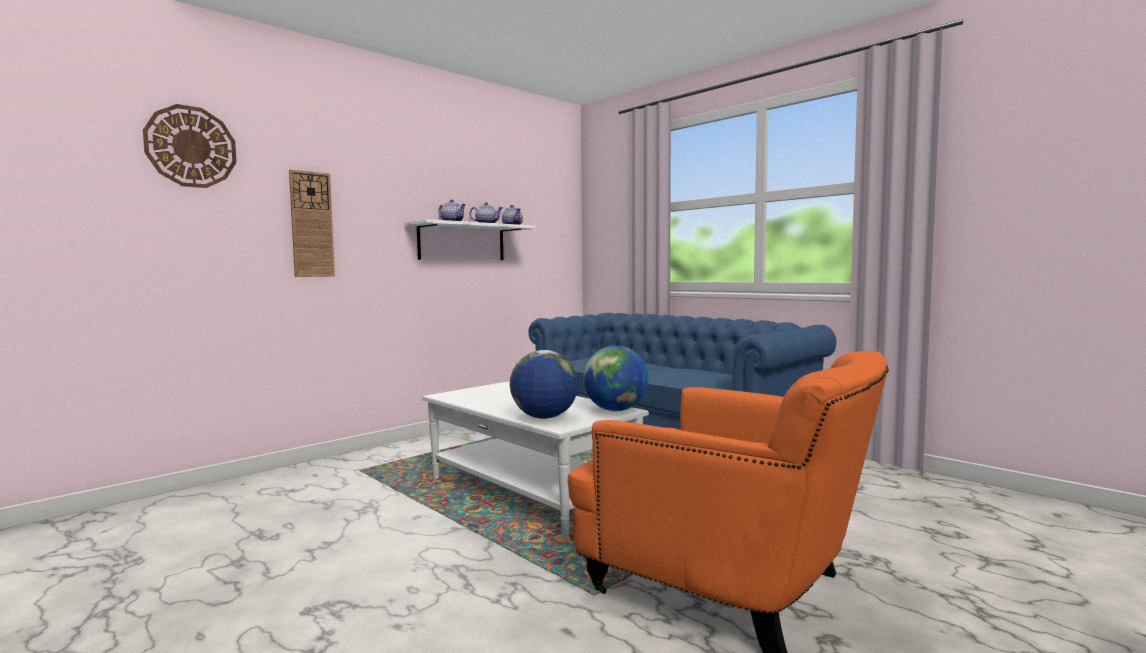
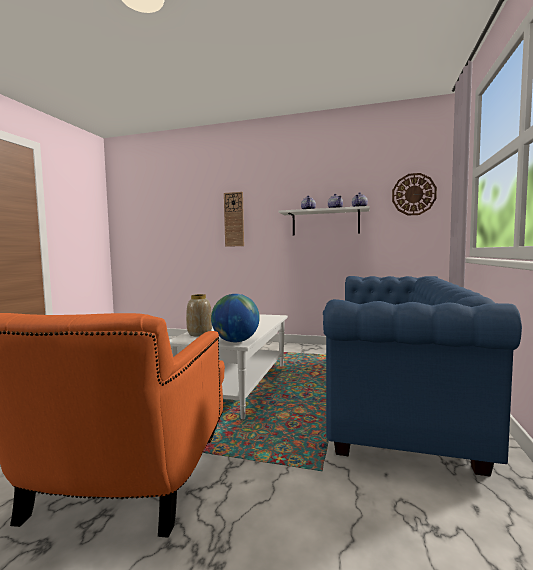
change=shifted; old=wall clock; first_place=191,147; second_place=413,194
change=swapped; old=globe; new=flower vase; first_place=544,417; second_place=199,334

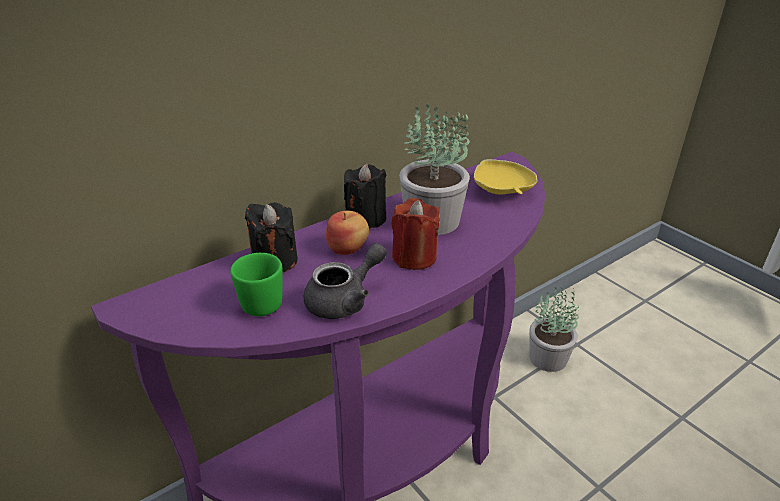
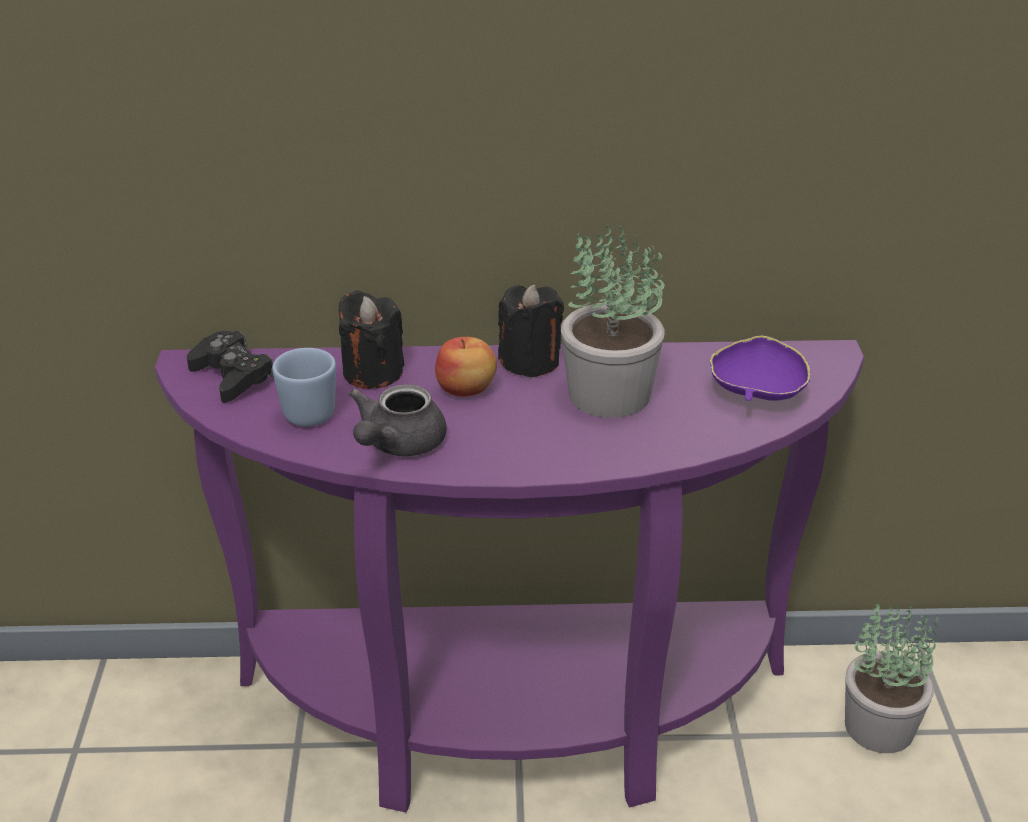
change=repainted; old=yellow-coloured deep dish; new=purple deep dish; first_place=502,191; second_place=757,391
change=gone; old=reddish wax candle; first_place=414,257
change=rotated; old=gray pot for tea; first_place=345,300; second_place=397,445; degrees=120
change=repainted; old=green tea mug; new=blue tea mug; first_place=258,301; second_place=310,409
change=new; new=black joypad; second_place=232,376

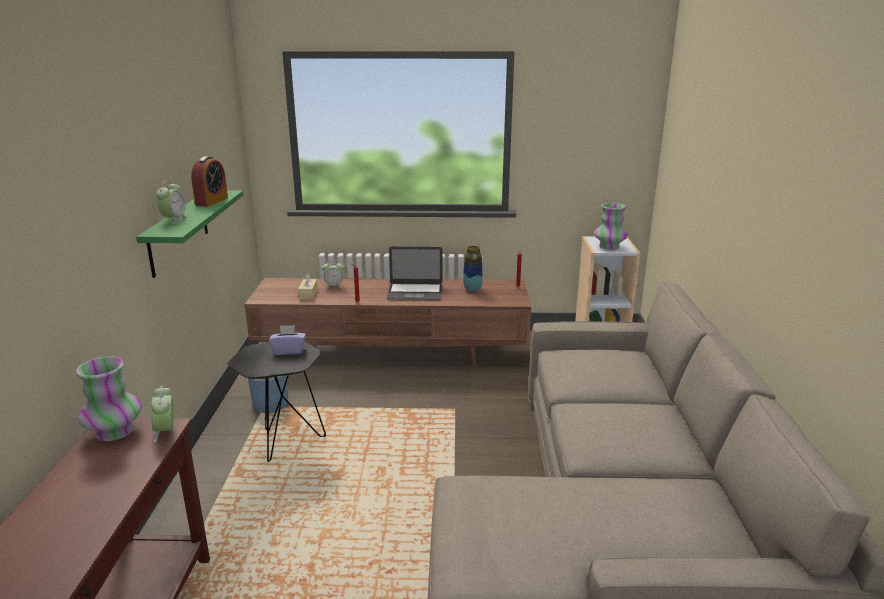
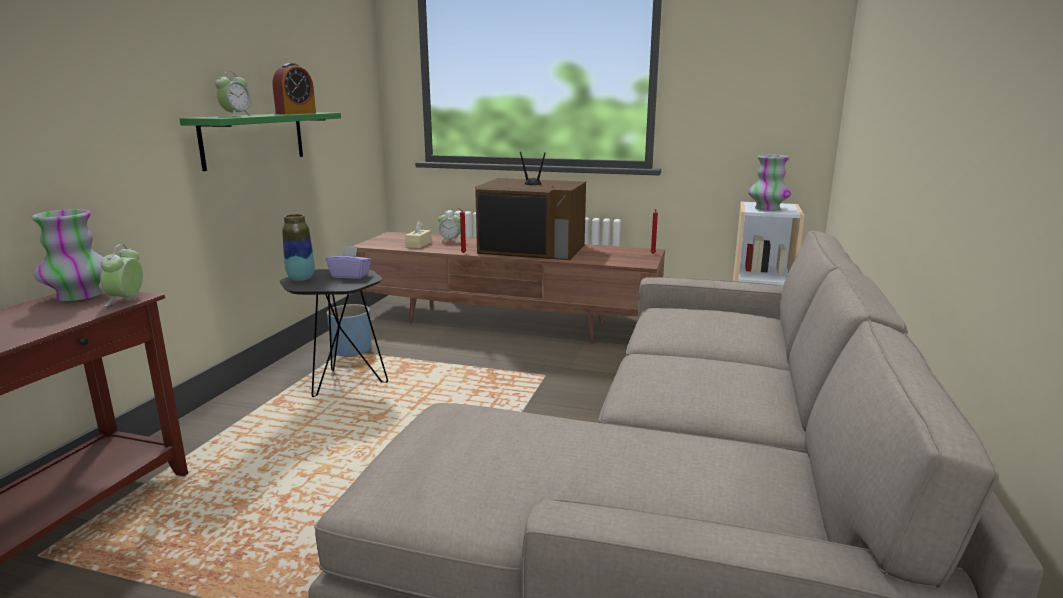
change=shifted; old=flower vase; first_place=472,289; second_place=301,278
change=swapped; old=notebook computer; new=TV set; first_place=415,292; second_place=532,250

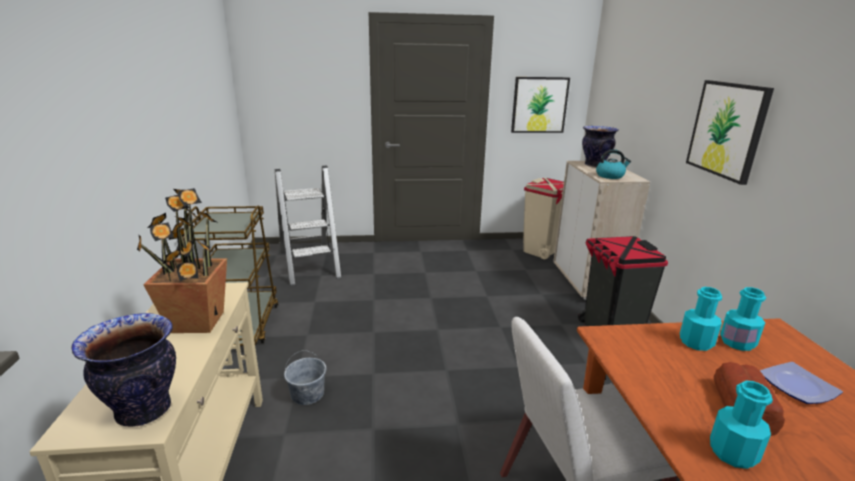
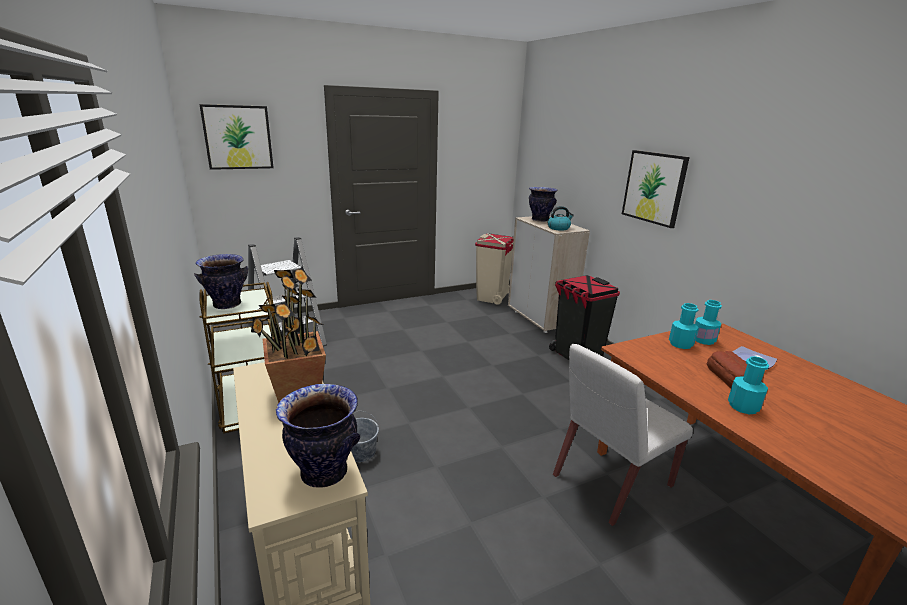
change=shifted; old=picture; first_place=539,105; second_place=238,137
change=new; new=flower vase; second_place=227,304

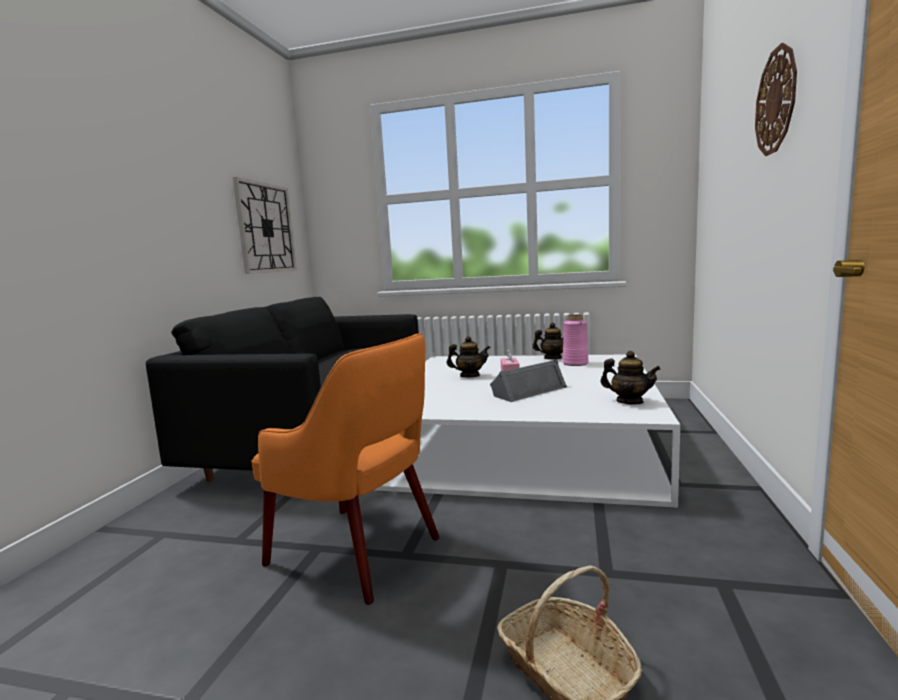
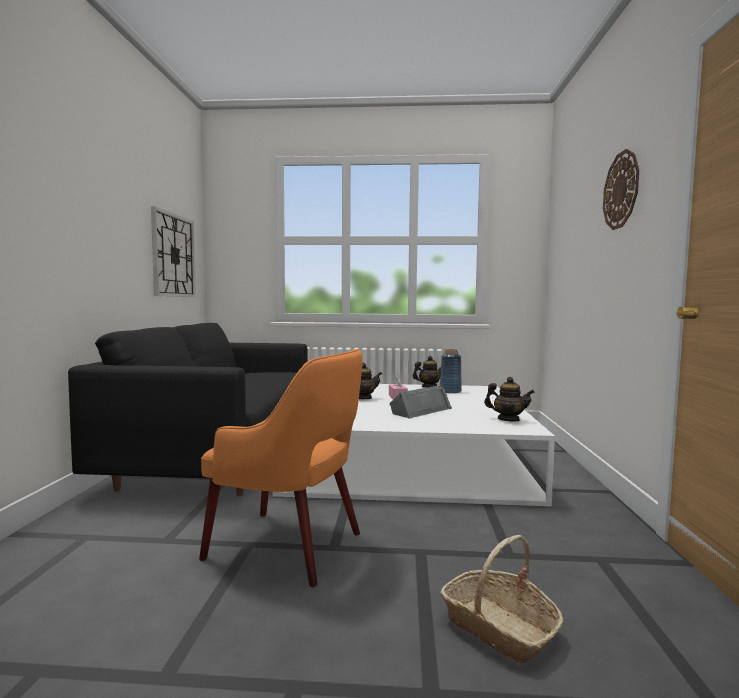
change=repainted; old=pink-coloured flower vase; new=blue flower vase; first_place=575,363; second_place=450,391

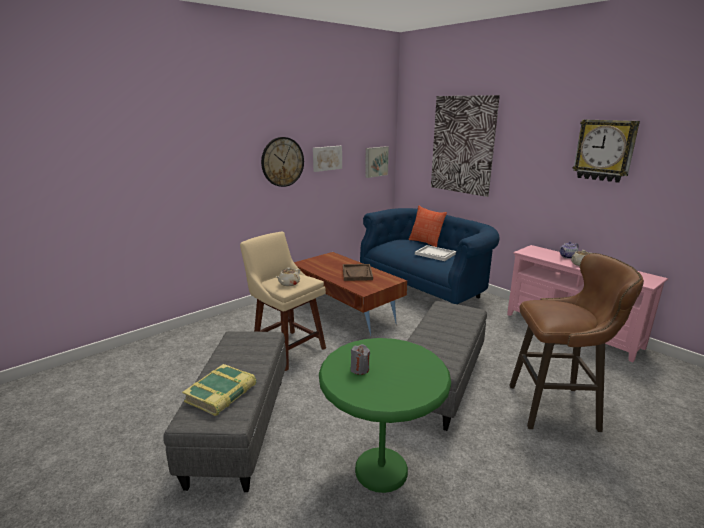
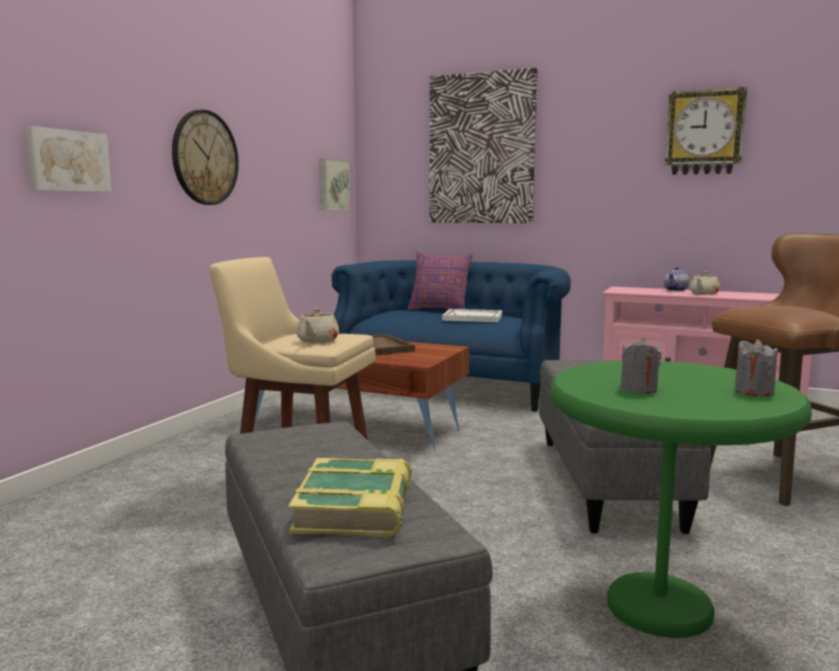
change=shifted; old=picture; first_place=326,158; second_place=67,161
change=repainted; old=orangey throw pillow; new=purple throw pillow; first_place=425,243; second_place=439,310
change=new; new=gray wax candle; second_place=753,392

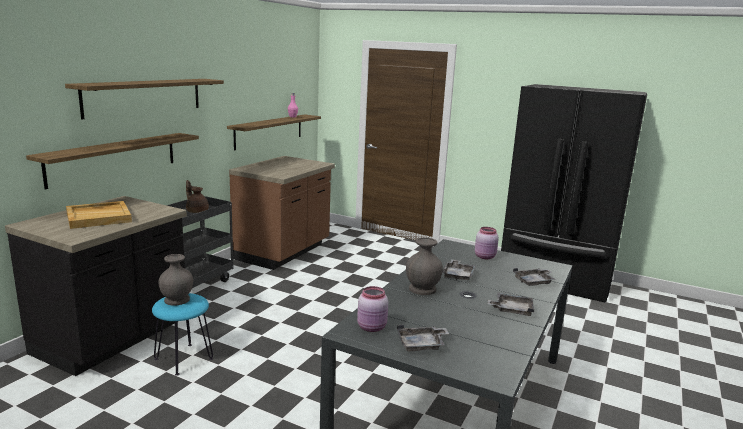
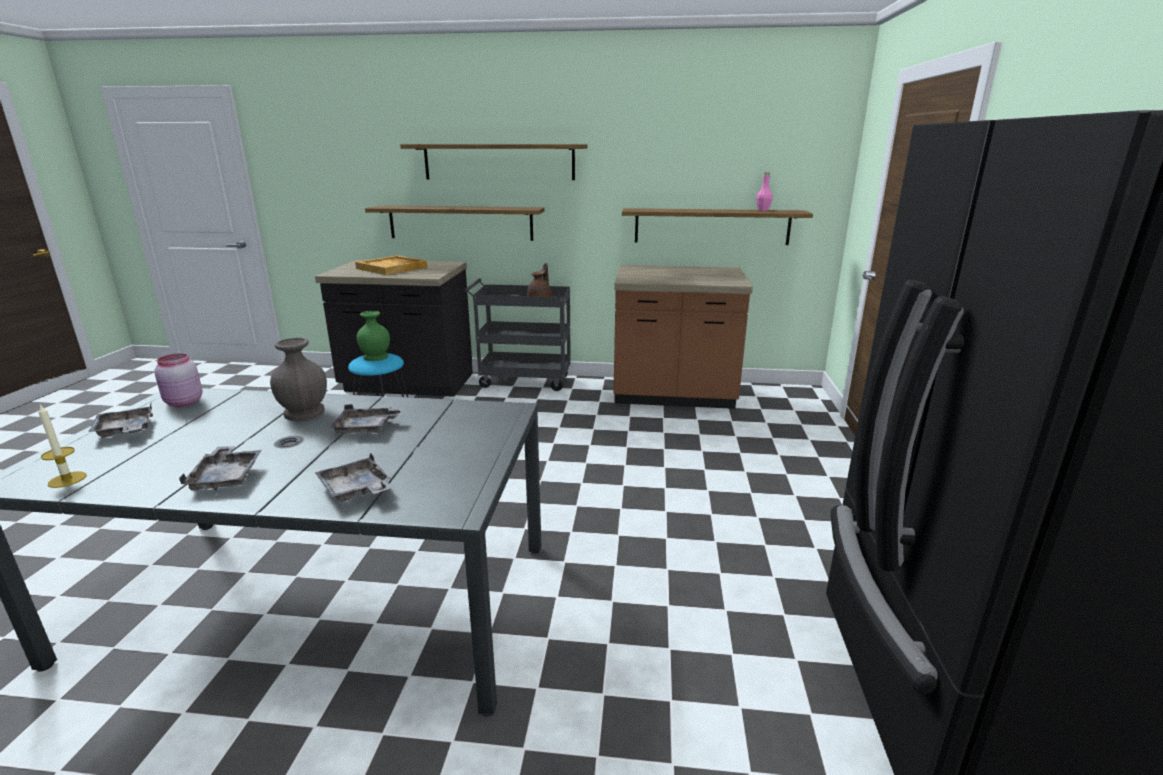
change=gone; old=pink-coloured storage jar; first_place=485,257
change=repainted; old=gray flower vase; new=green flower vase; first_place=176,300; second_place=375,356
change=new; new=wax candle; second_place=67,479

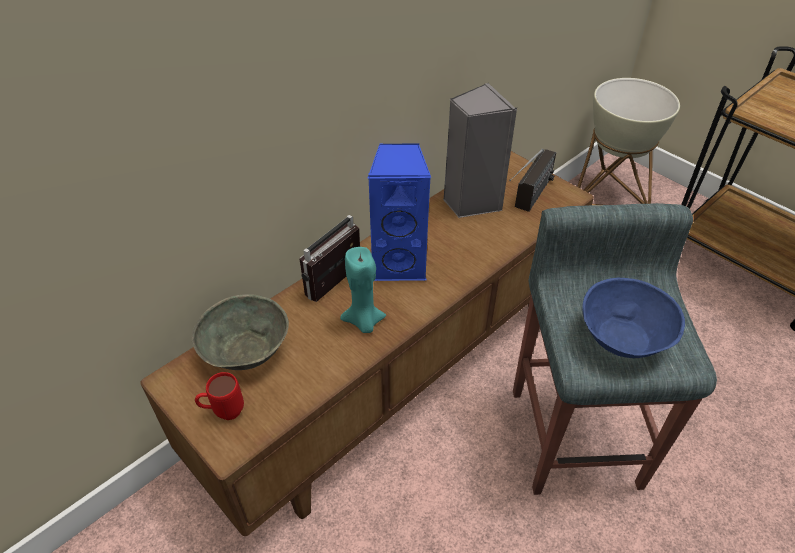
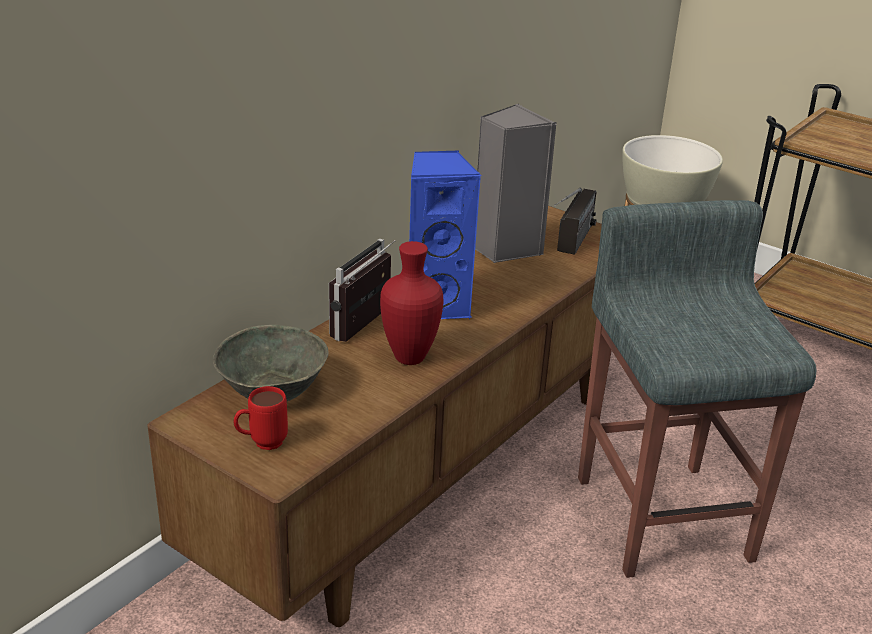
change=swapped; old=turquoise wax candle; new=reddish flower vase; first_place=364,322; second_place=408,357
change=gone; old=blue deep dish; first_place=624,339

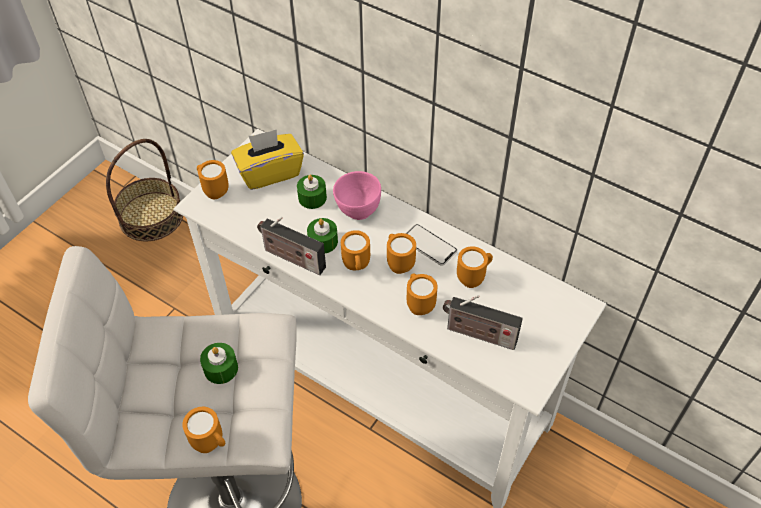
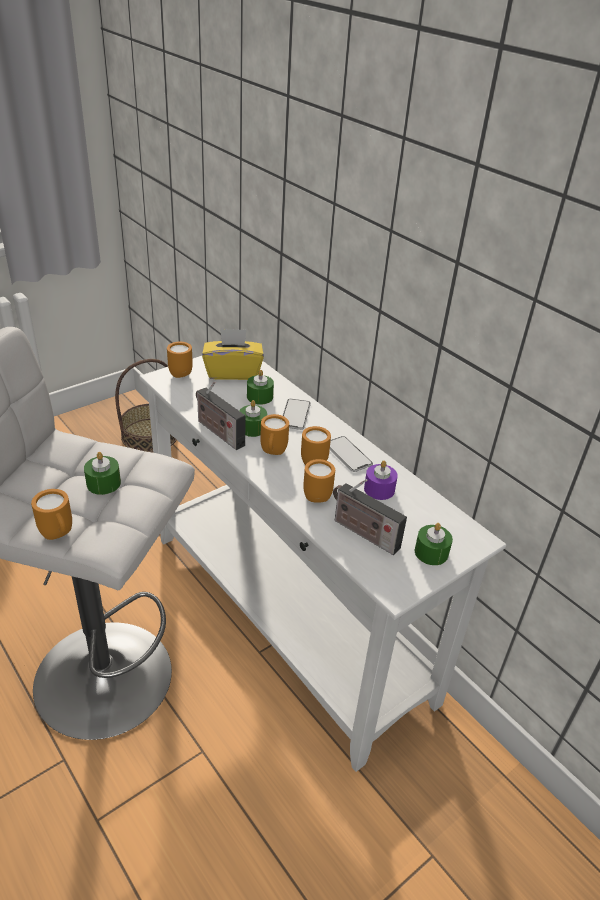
change=swapped; old=pink-coloured deep dish; new=phone; first_place=358,211; second_place=295,415
change=swapped; old=orangey tea mug; new=purple wax candle; first_place=473,278; second_place=379,489
change=new; new=green wax candle; second_place=431,552

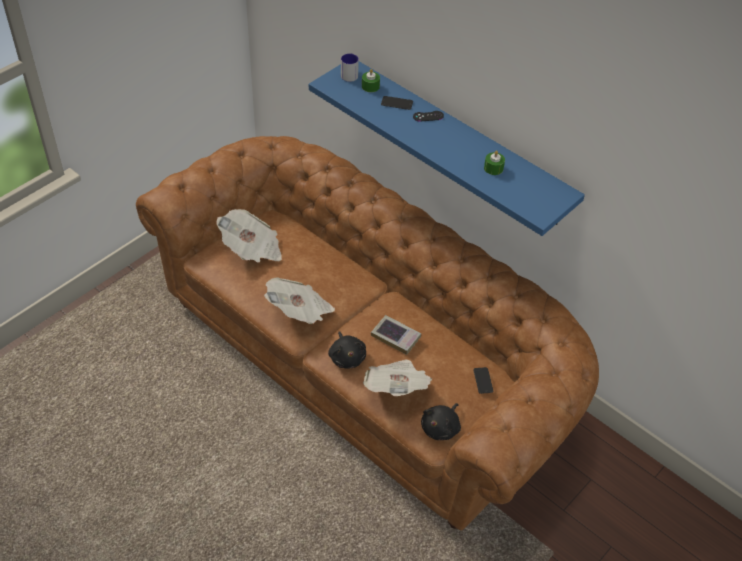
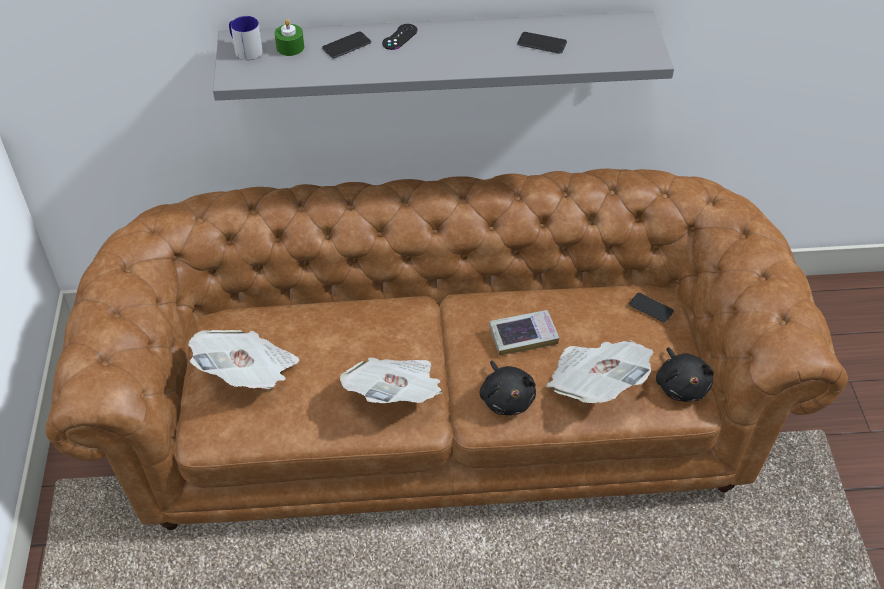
change=repainted; old=blue shelf; new=gray shelf; first_place=458,141; second_place=438,52
change=swapped; old=green wax candle; new=phone; first_place=493,168; second_place=542,43
change=rotated; old=black soft toy; first_place=347,357; second_place=506,398; degrees=45

